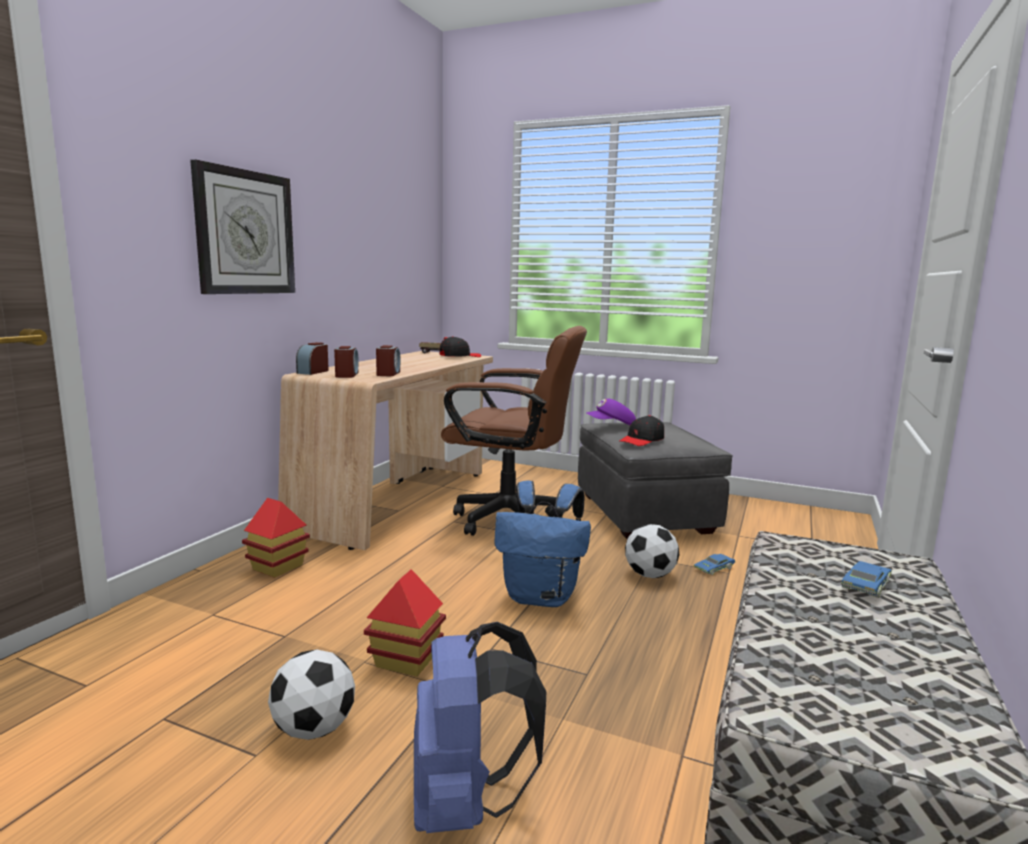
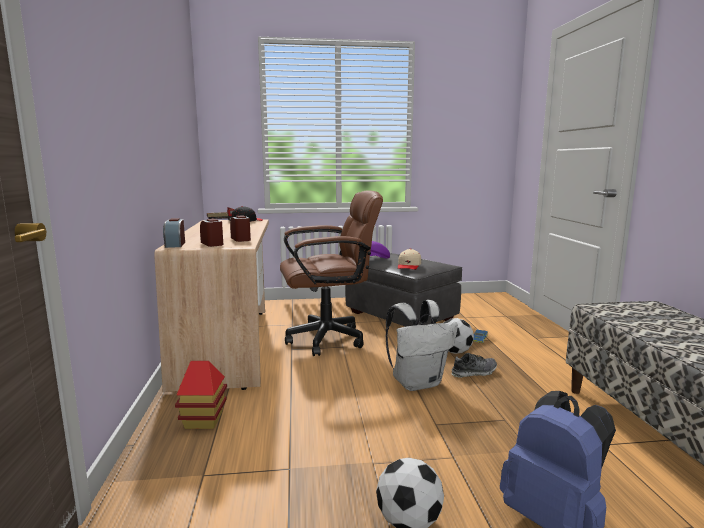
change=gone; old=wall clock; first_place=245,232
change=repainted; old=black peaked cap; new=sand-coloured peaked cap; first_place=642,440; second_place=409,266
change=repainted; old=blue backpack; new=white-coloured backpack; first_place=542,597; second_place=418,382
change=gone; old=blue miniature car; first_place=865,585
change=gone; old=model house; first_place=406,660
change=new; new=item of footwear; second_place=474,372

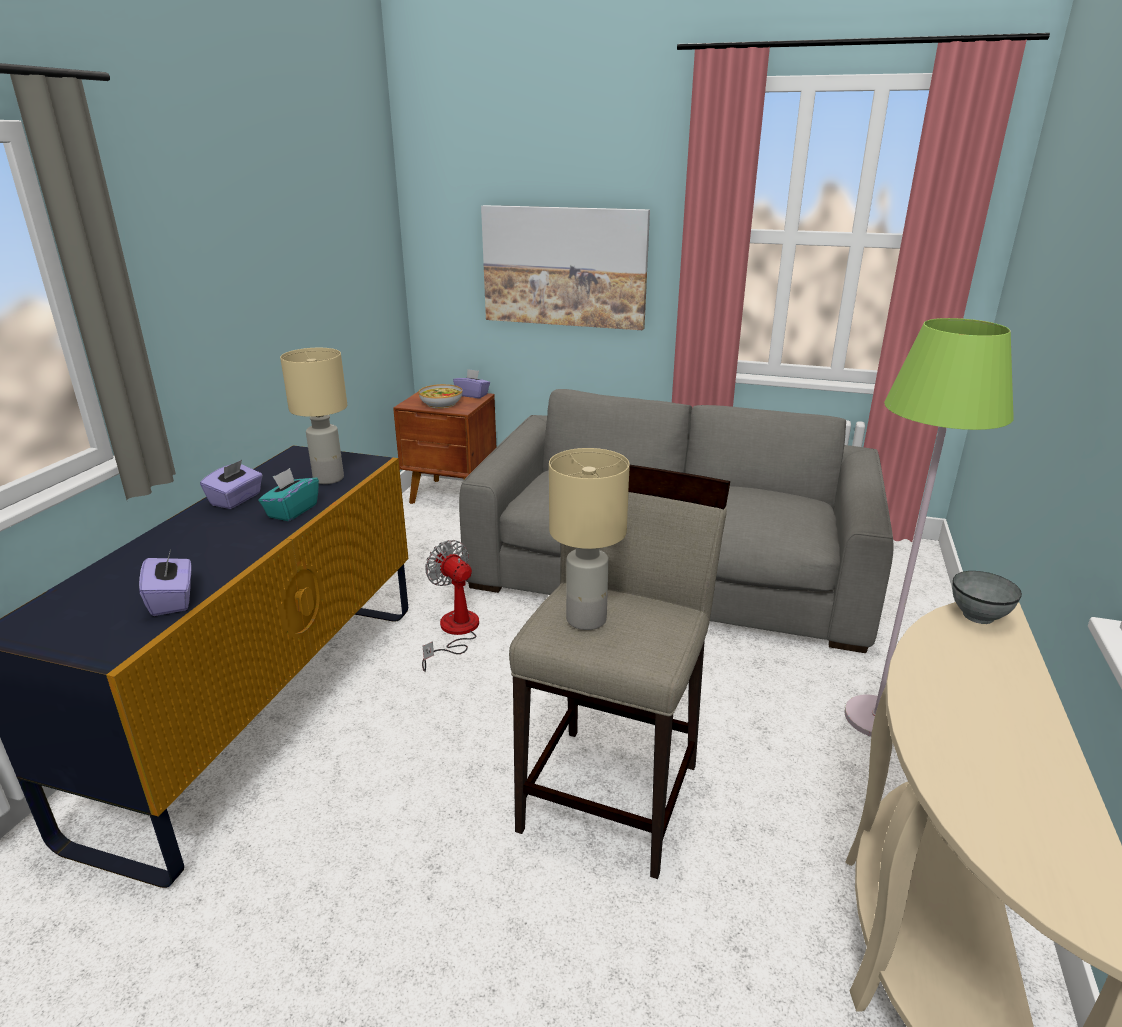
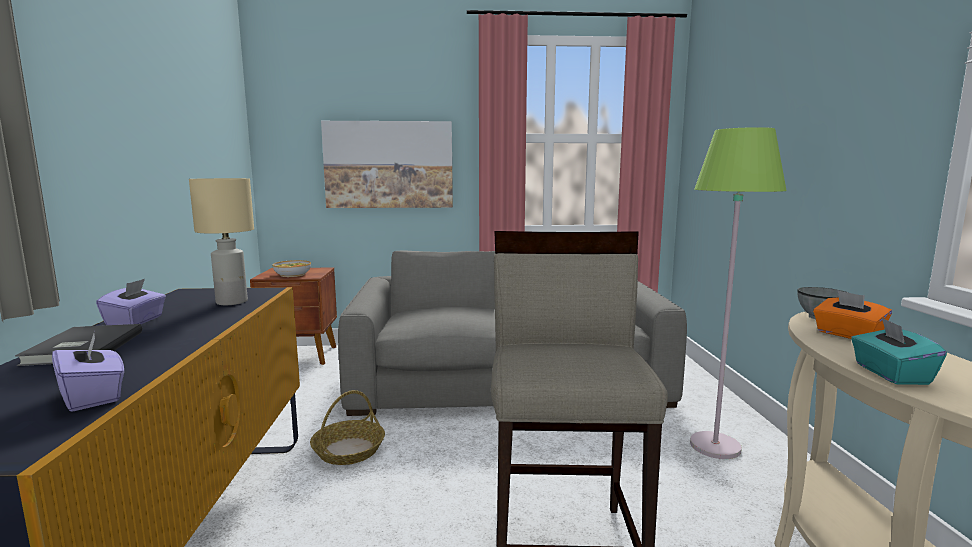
change=gone; old=purple tissue box; first_place=472,395
change=gone; old=sand-coloured tabletop lamp; first_place=586,619
change=shifted; old=turquoise tissue box; first_place=292,511; second_place=890,374
change=swapped; old=electric fan; new=household basket; first_place=454,632; second_place=348,451
change=new; new=orangey tissue box; second_place=847,335
change=new; new=gray book; second_place=81,348

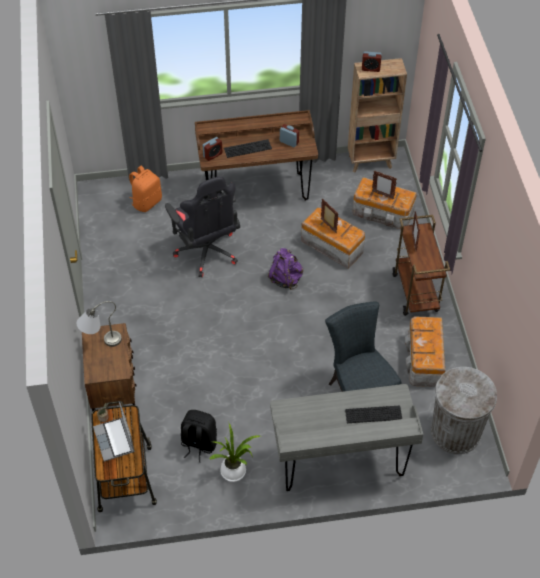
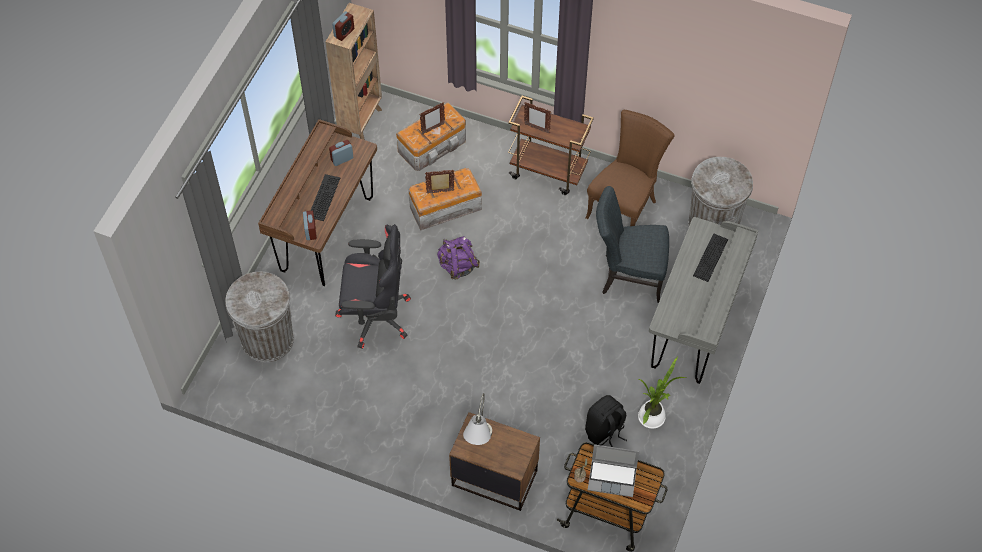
change=swapped; old=orangey backpack; new=gray rubbish bin; first_place=146,202; second_place=267,339
change=swapped; old=storage bin; new=brown-coloured plain chair; first_place=424,360; second_place=624,207

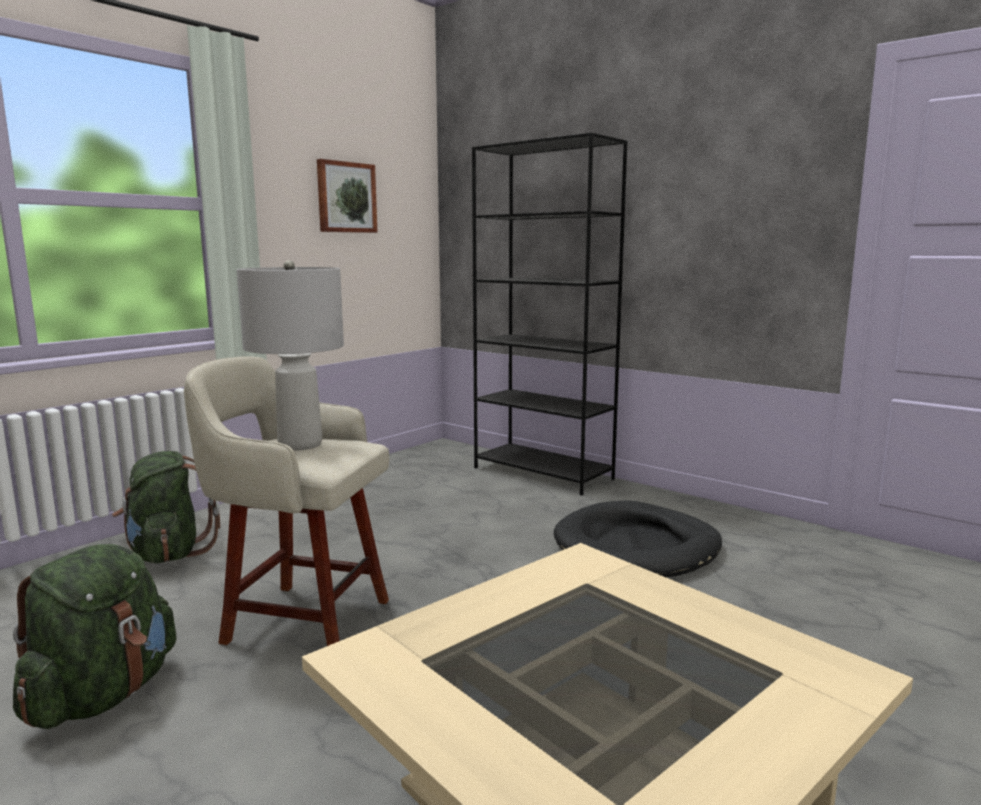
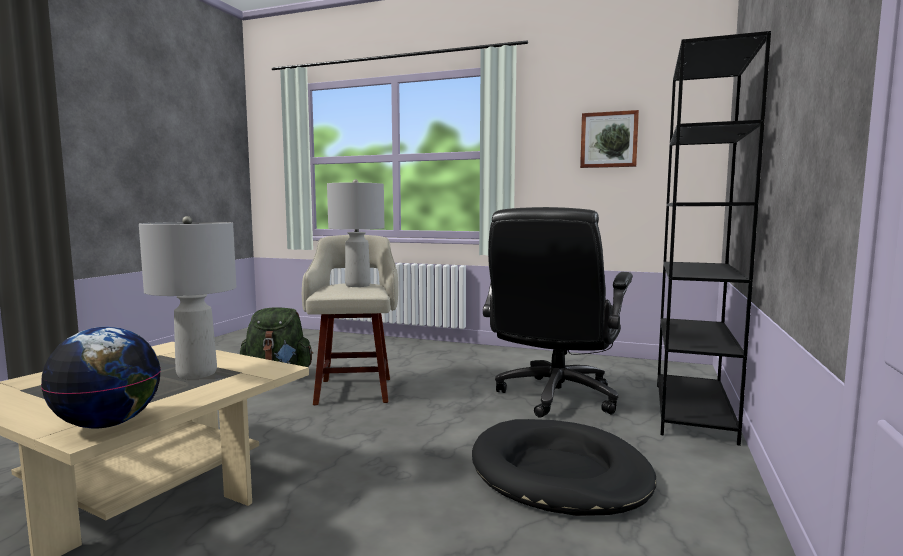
change=gone; old=green backpack; first_place=168,554
change=new; new=black desk chair; second_place=553,398
change=new; new=gray tabletop lamp; second_place=197,373
change=new; new=globe; second_place=108,424

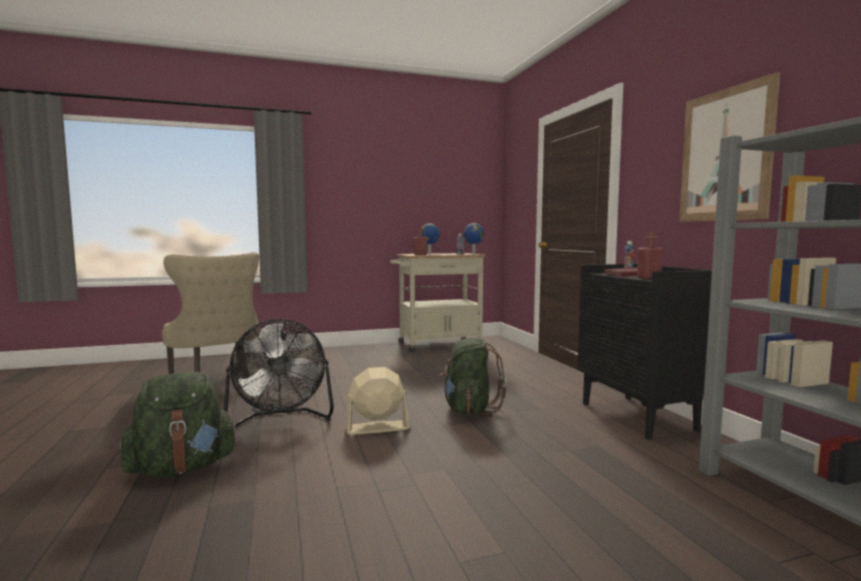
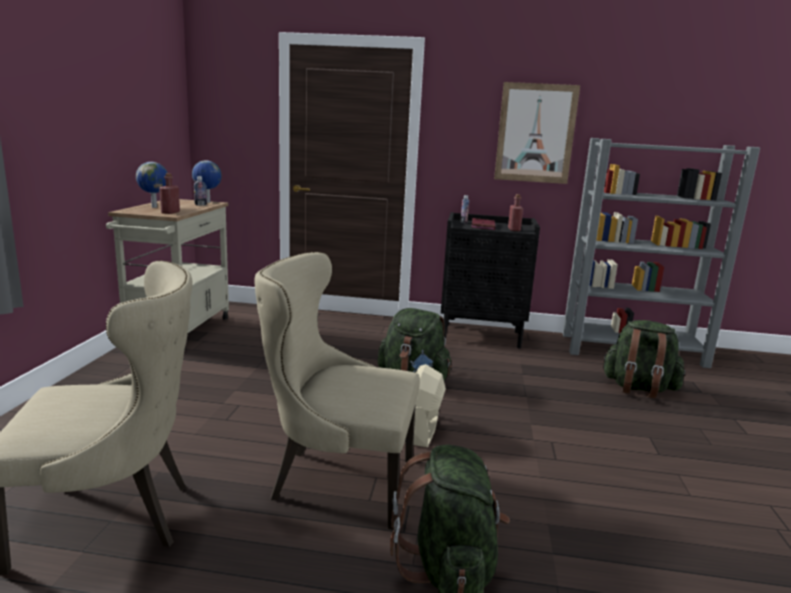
change=swapped; old=black electric fan; new=sand-coloured plain chair; first_place=277,418; second_place=337,482
change=new; new=green backpack; second_place=638,388

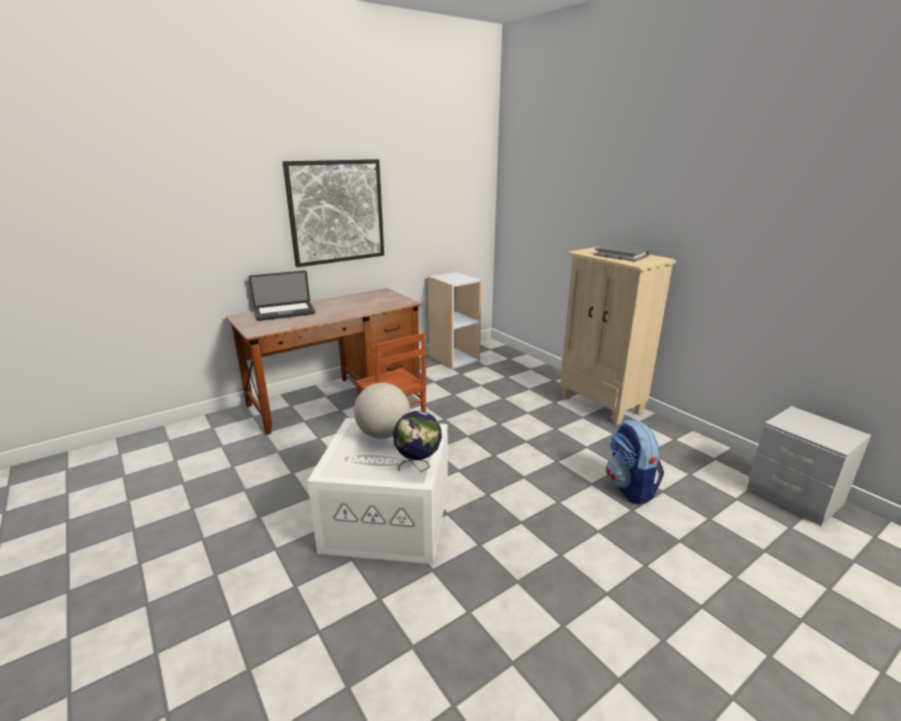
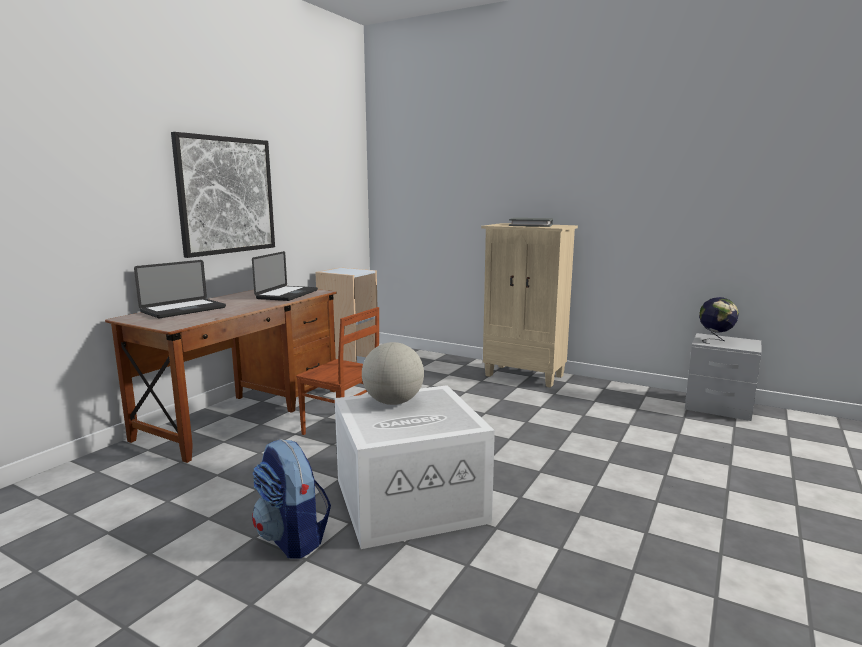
change=shifted; old=globe; first_place=418,466; second_place=715,341
change=shifted; old=backpack; first_place=630,488; second_place=292,538
change=new; new=notebook computer; second_place=287,294

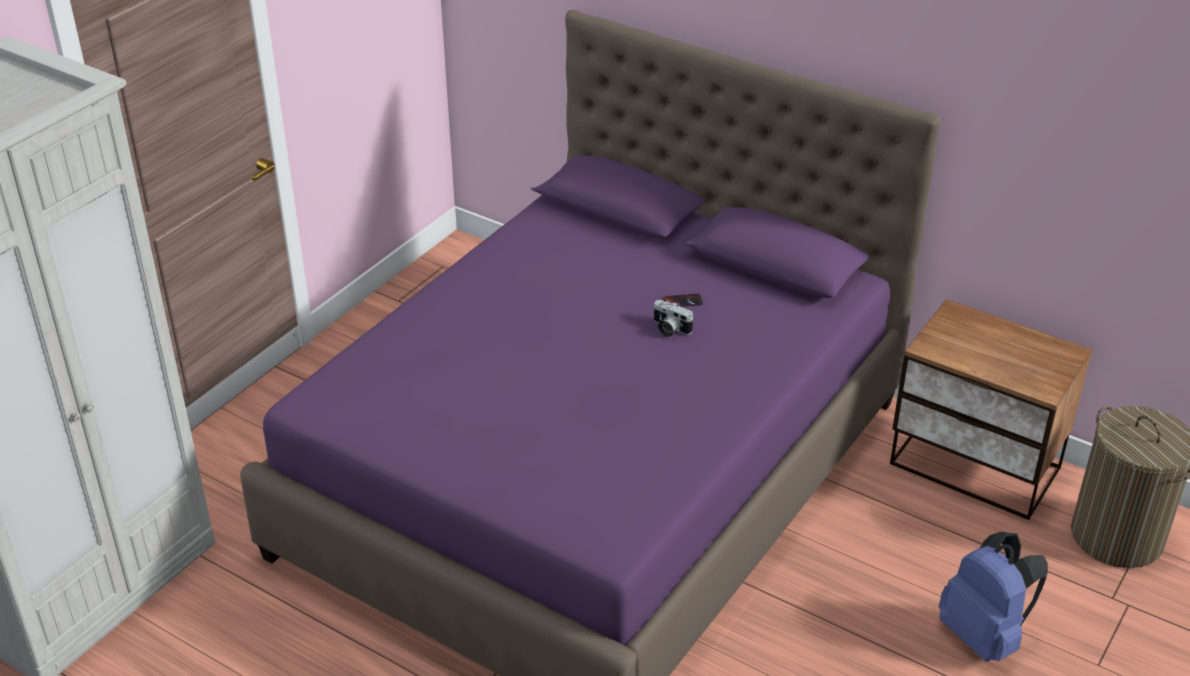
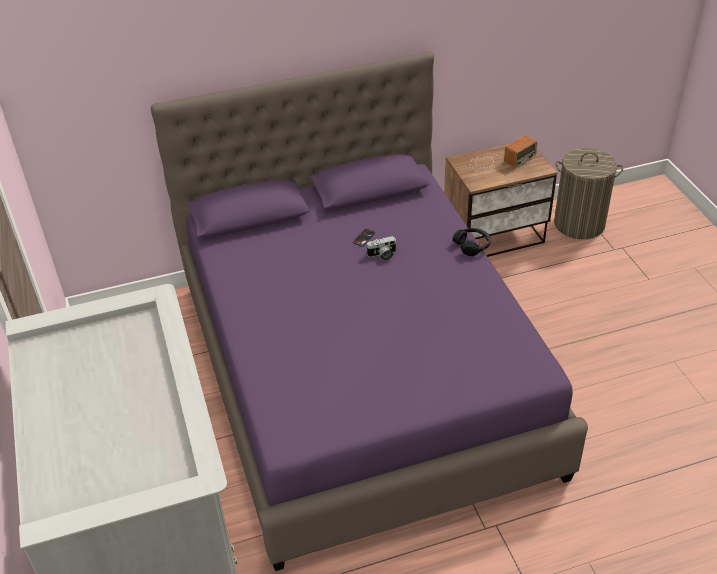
change=gone; old=blue backpack; first_place=984,636
change=new; new=radio; second_place=500,161
change=new; new=black pair of headphones; second_place=472,245

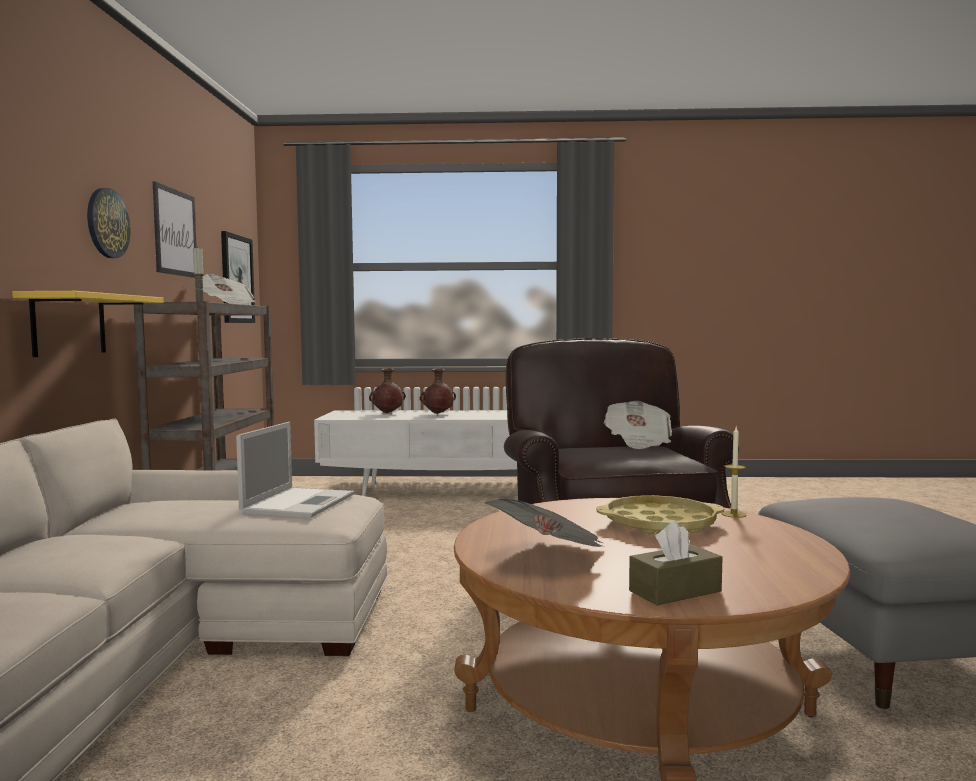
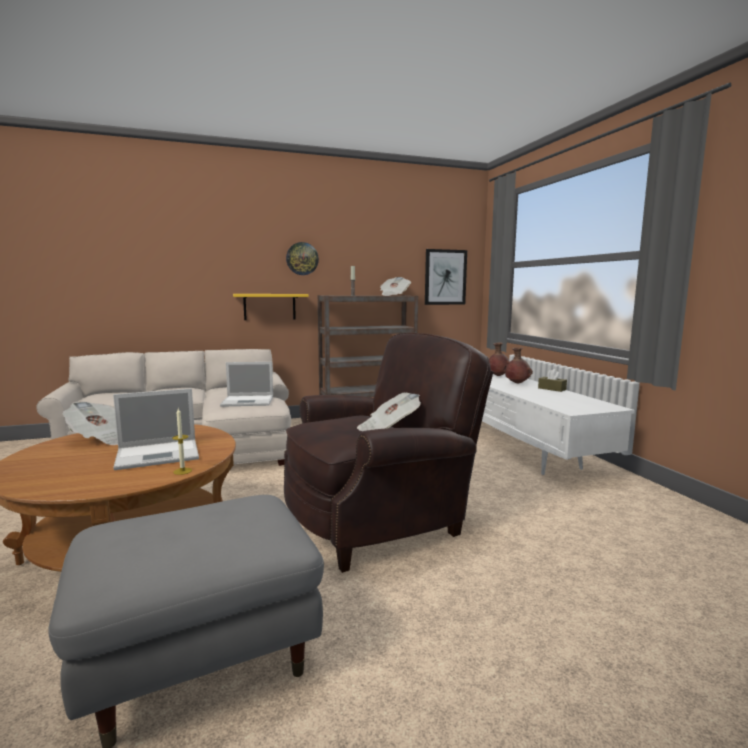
change=gone; old=picture; first_place=175,232
change=swapped; old=yellow-coloured tray; new=notebook computer; first_place=659,524; second_place=160,454
change=shifted; old=brown-coloured tissue box; first_place=675,591; second_place=552,389

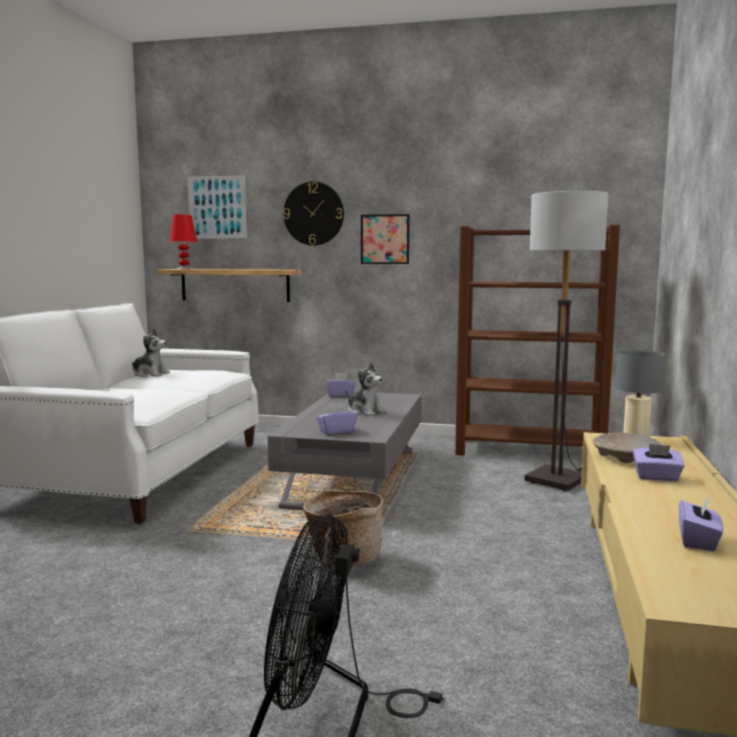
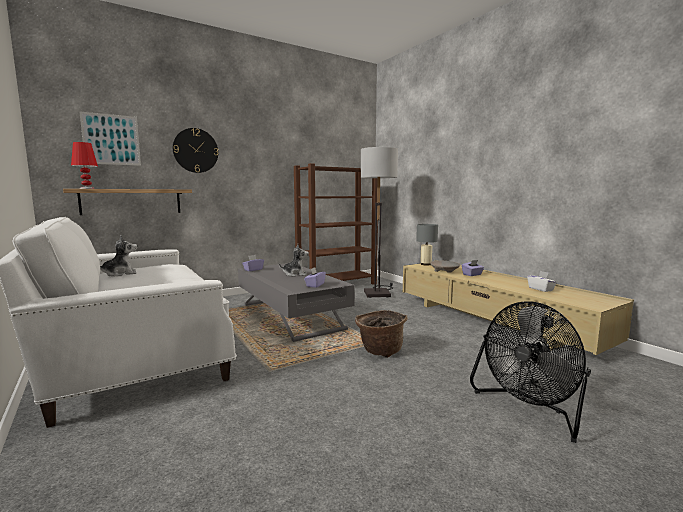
change=gone; old=picture; first_place=385,239
change=repainted; old=purple tissue box; new=white-coloured tissue box; first_place=698,541; second_place=541,289

